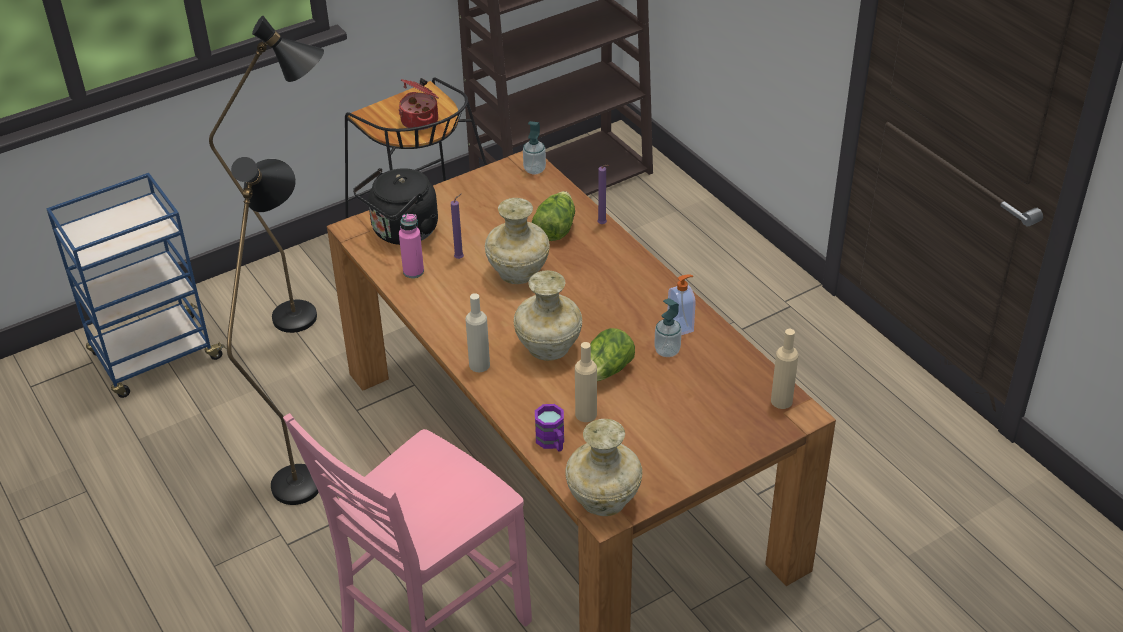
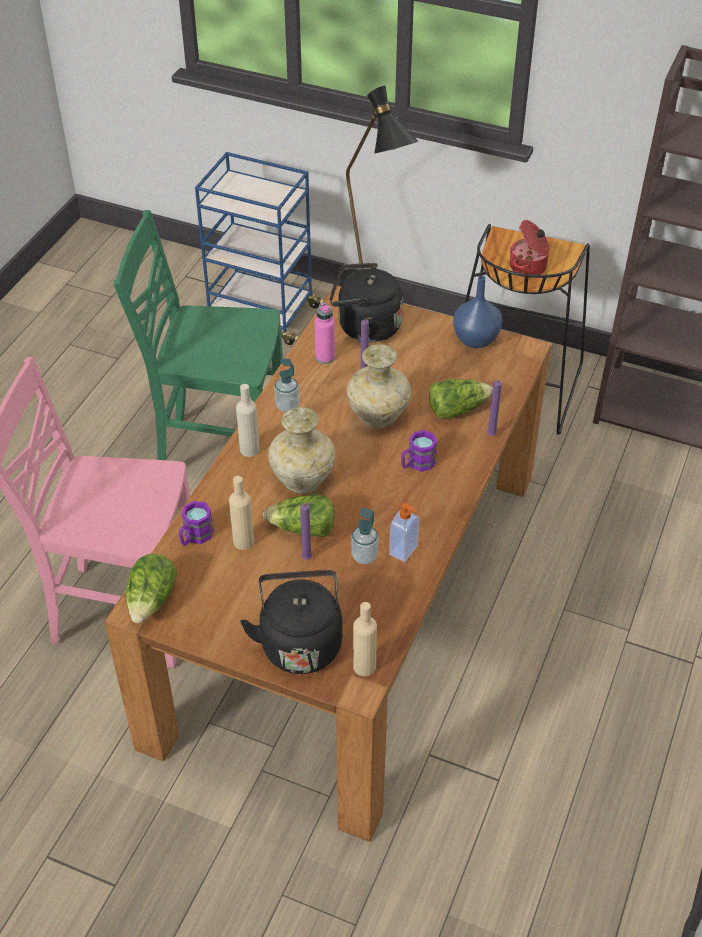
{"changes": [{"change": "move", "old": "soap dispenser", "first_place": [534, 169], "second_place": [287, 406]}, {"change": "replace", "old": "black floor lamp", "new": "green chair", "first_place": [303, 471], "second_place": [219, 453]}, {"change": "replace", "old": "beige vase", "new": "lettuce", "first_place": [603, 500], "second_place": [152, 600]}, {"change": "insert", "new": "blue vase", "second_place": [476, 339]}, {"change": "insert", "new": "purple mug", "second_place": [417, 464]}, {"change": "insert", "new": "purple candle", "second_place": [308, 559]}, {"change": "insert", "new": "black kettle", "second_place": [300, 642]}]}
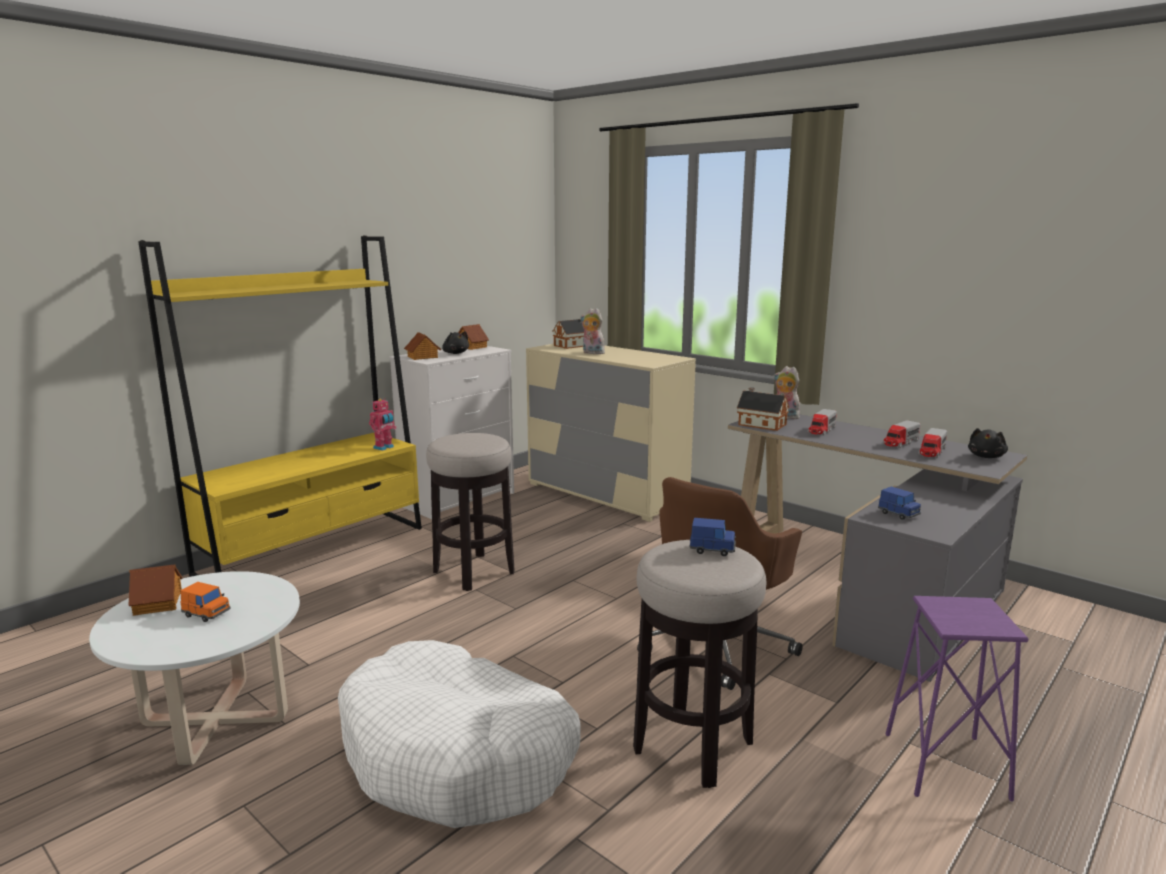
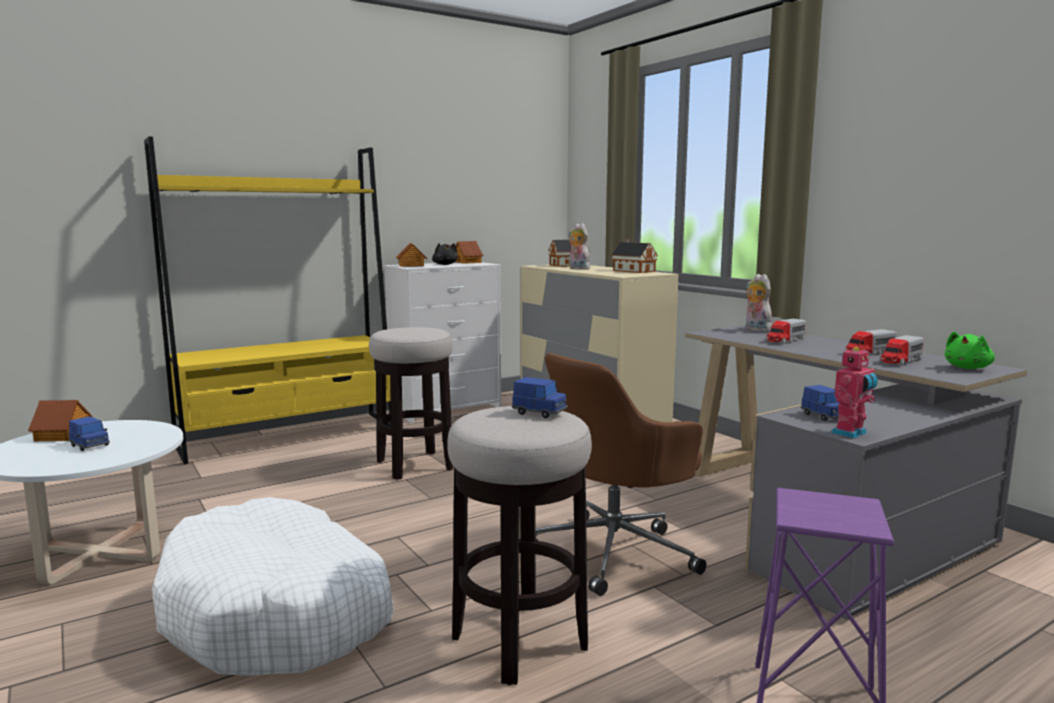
{"changes": [{"change": "move", "old": "toy house", "first_place": [760, 424], "second_place": [633, 271]}, {"change": "move", "old": "toy robot", "first_place": [384, 448], "second_place": [851, 433]}, {"change": "recolor", "old": "black plush toy", "new": "green plush toy", "first_place": [986, 456], "second_place": [968, 368]}, {"change": "recolor", "old": "orange toy car", "new": "blue toy car", "first_place": [206, 613], "second_place": [89, 445]}]}
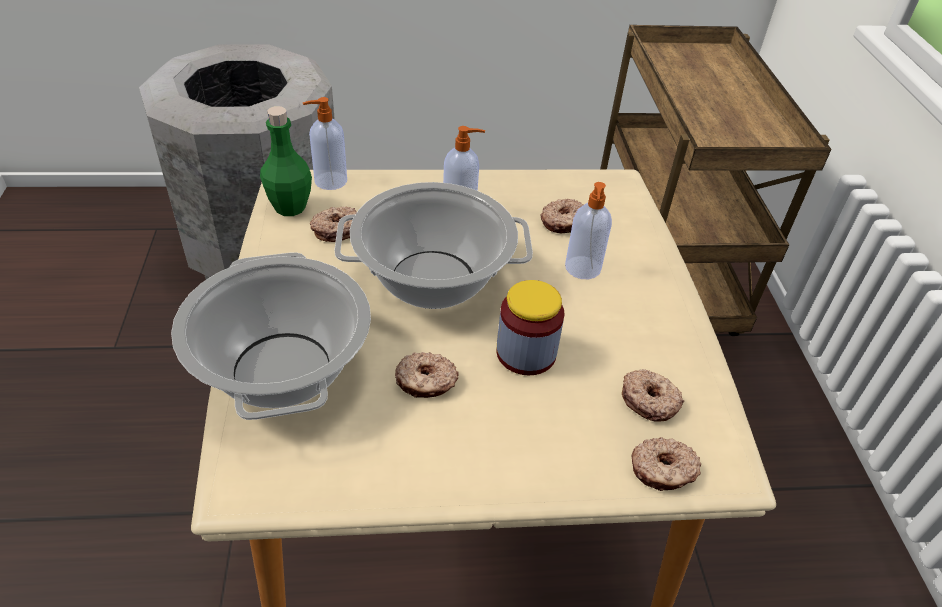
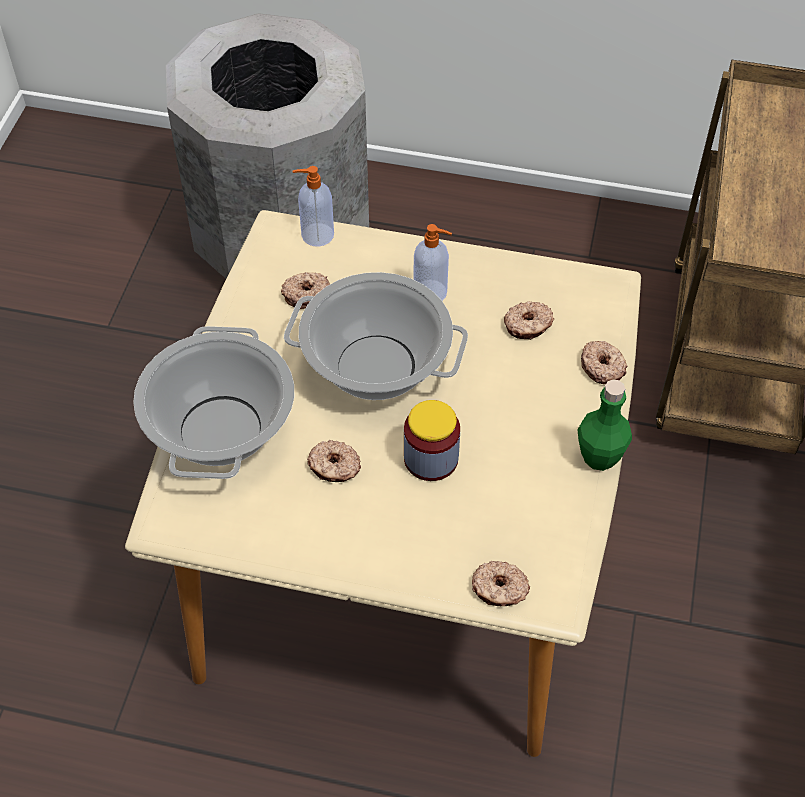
{"changes": [{"change": "move", "old": "green bottle", "first_place": [290, 207], "second_place": [599, 457]}, {"change": "delete", "old": "soap dispenser", "first_place": [582, 269]}, {"change": "move", "old": "donut", "first_place": [649, 400], "second_place": [602, 367]}]}
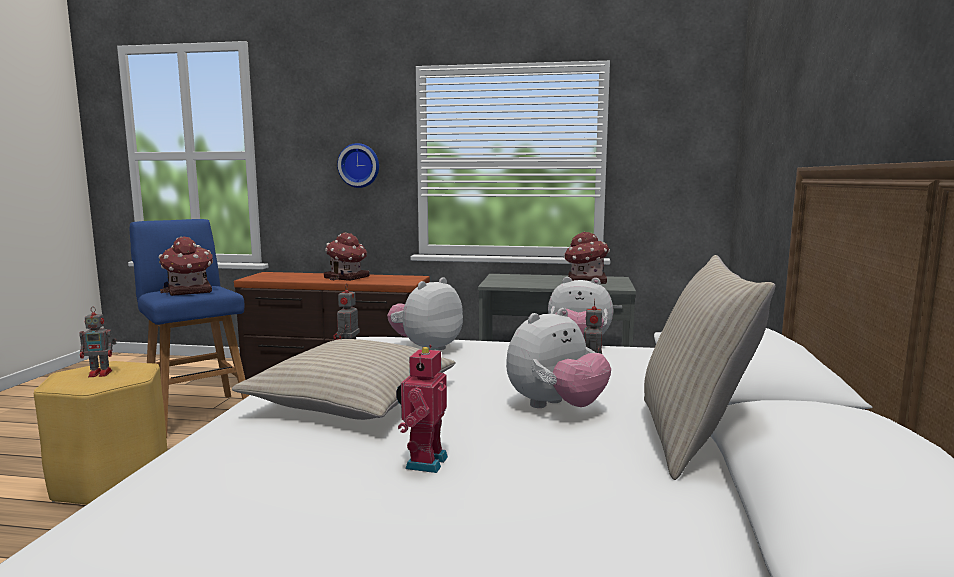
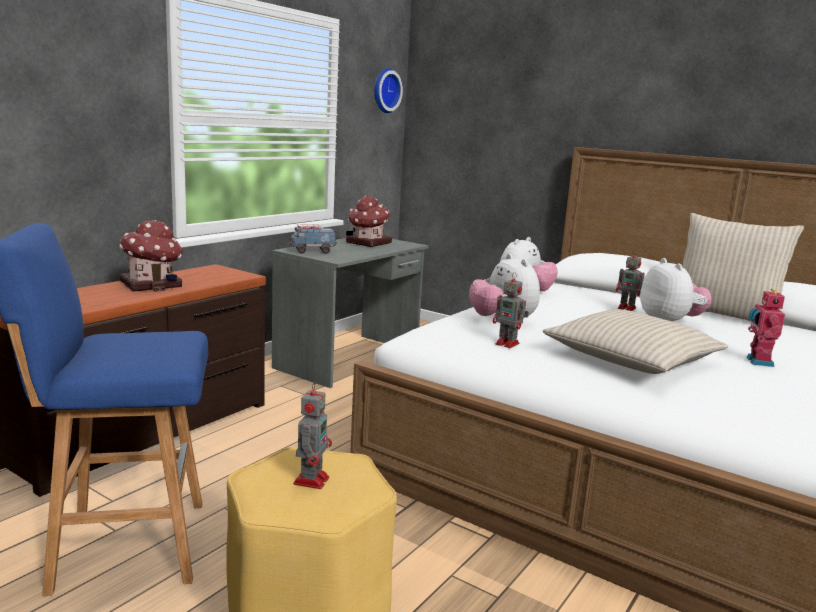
{"changes": [{"change": "move", "old": "wall clock", "first_place": [359, 165], "second_place": [384, 90]}, {"change": "delete", "old": "toy house", "first_place": [189, 291]}, {"change": "rotate", "old": "toy robot", "first_place": [423, 462], "second_place": [757, 361], "degrees": 60}, {"change": "insert", "new": "toy truck", "second_place": [312, 251]}]}
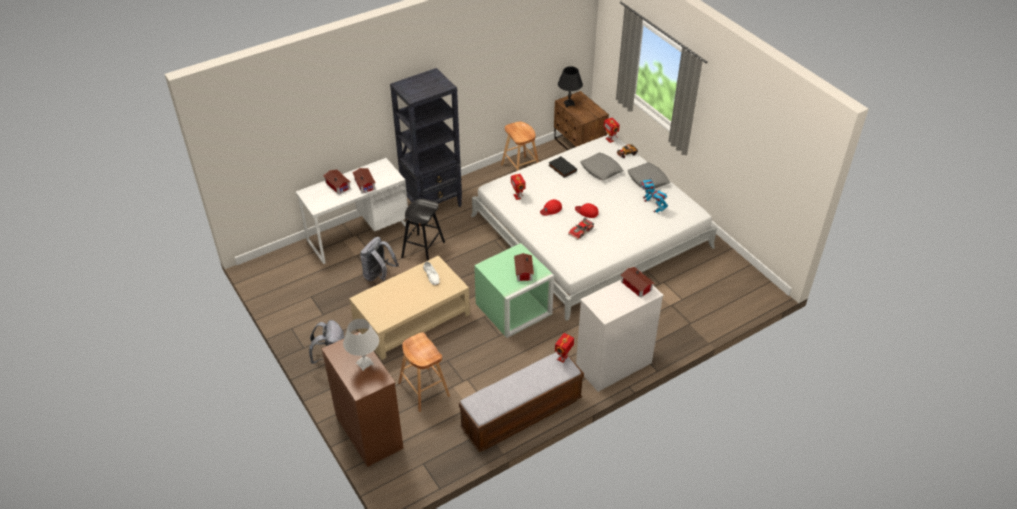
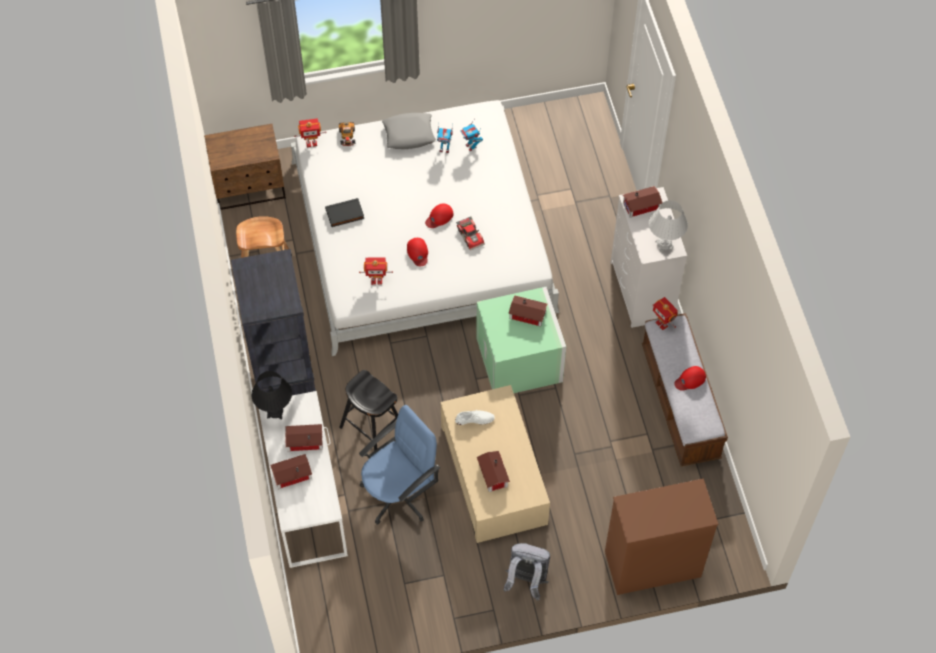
{"changes": [{"change": "move", "old": "black table lamp", "first_place": [569, 104], "second_place": [275, 412]}, {"change": "delete", "old": "grey pillow", "first_place": [601, 169]}, {"change": "replace", "old": "grey backpack", "new": "blue office chair", "first_place": [378, 275], "second_place": [399, 493]}, {"change": "move", "old": "white table lamp", "first_place": [364, 363], "second_place": [664, 245]}, {"change": "delete", "old": "brown stool", "first_place": [424, 389]}, {"change": "insert", "new": "red cap", "second_place": [690, 380]}, {"change": "insert", "new": "toy house", "second_place": [492, 475]}]}
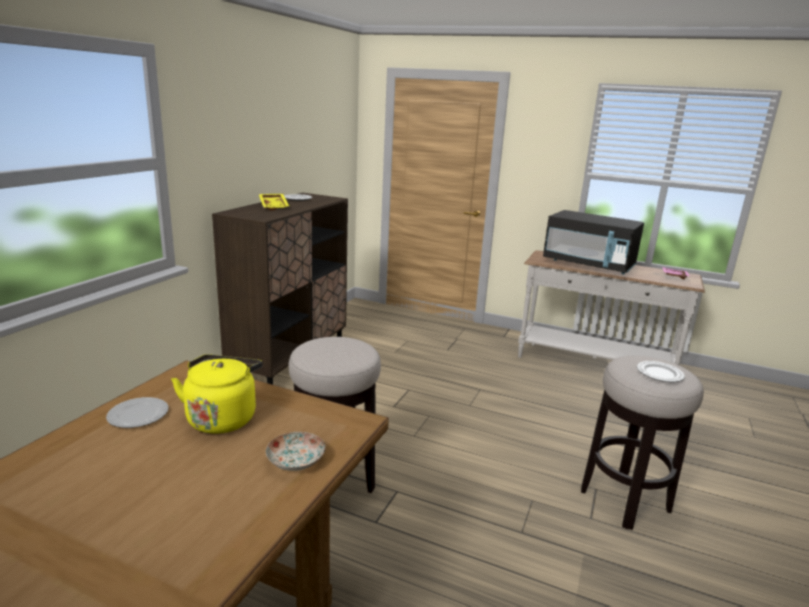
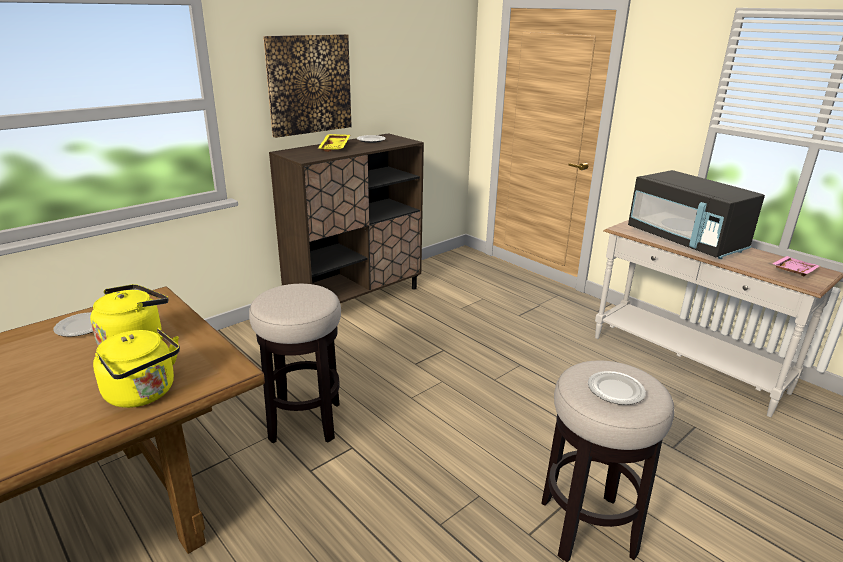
{"changes": [{"change": "replace", "old": "plate", "new": "yellow kettle", "first_place": [296, 461], "second_place": [144, 394]}, {"change": "insert", "new": "picture", "second_place": [309, 84]}]}
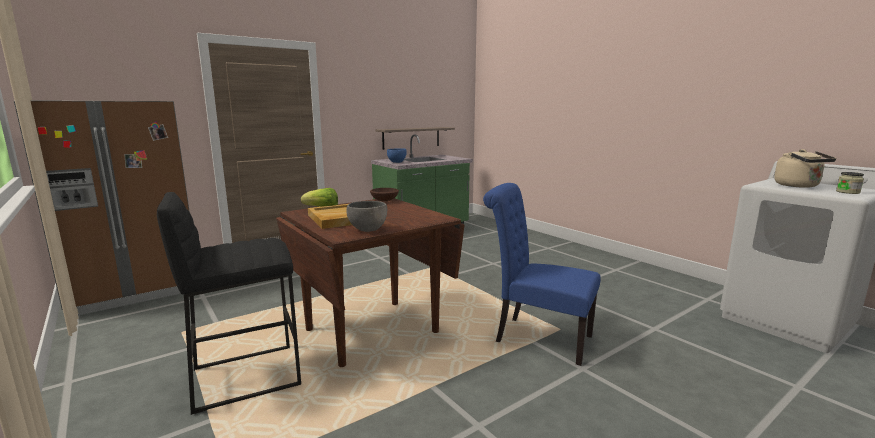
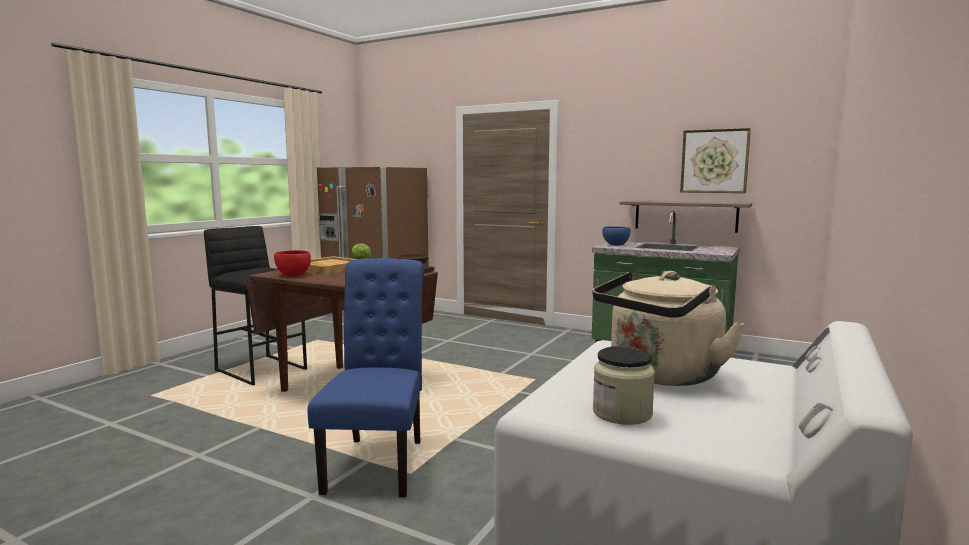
{"changes": [{"change": "recolor", "old": "grey bowl", "new": "red bowl", "first_place": [368, 229], "second_place": [293, 275]}, {"change": "insert", "new": "picture", "second_place": [714, 161]}]}
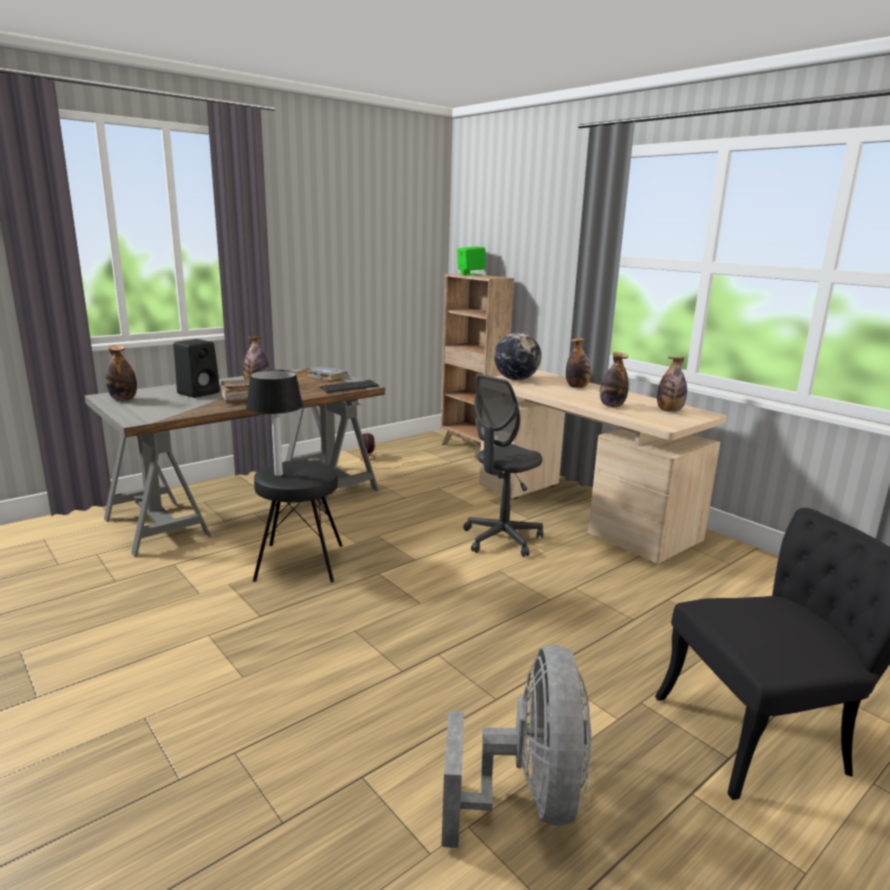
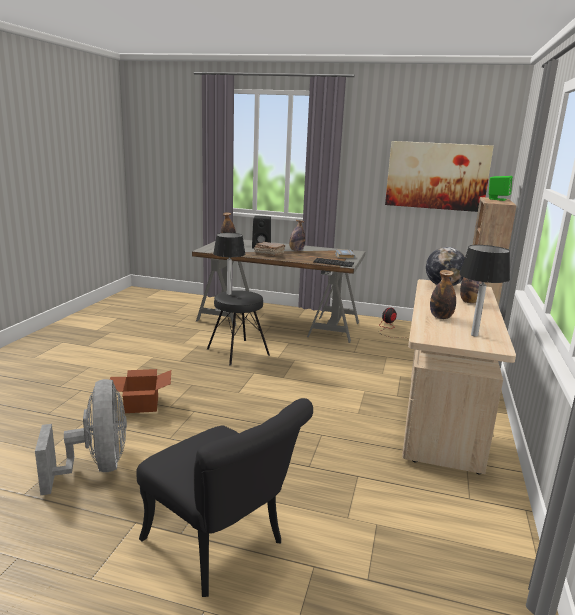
{"changes": [{"change": "replace", "old": "bottle", "new": "table lamp", "first_place": [669, 411], "second_place": [474, 335]}, {"change": "delete", "old": "grey office chair", "first_place": [502, 539]}, {"change": "rotate", "old": "grey fan", "first_place": [527, 798], "second_place": [96, 467], "degrees": -75}, {"change": "insert", "new": "picture", "second_place": [437, 176]}, {"change": "insert", "new": "cardboard box", "second_place": [140, 404]}]}
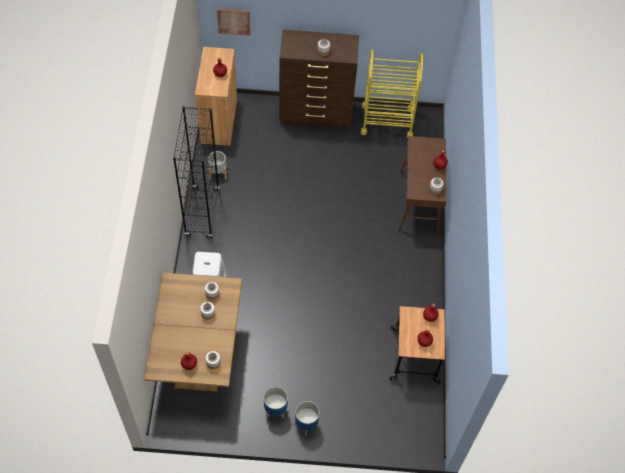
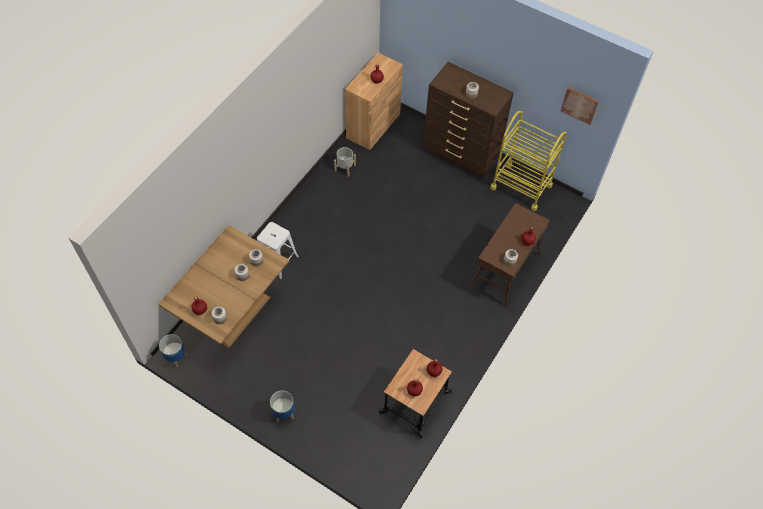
{"changes": [{"change": "move", "old": "picture", "first_place": [234, 21], "second_place": [580, 105]}, {"change": "delete", "old": "black bookcase", "first_place": [202, 212]}, {"change": "move", "old": "planter", "first_place": [275, 410], "second_place": [176, 357]}]}
